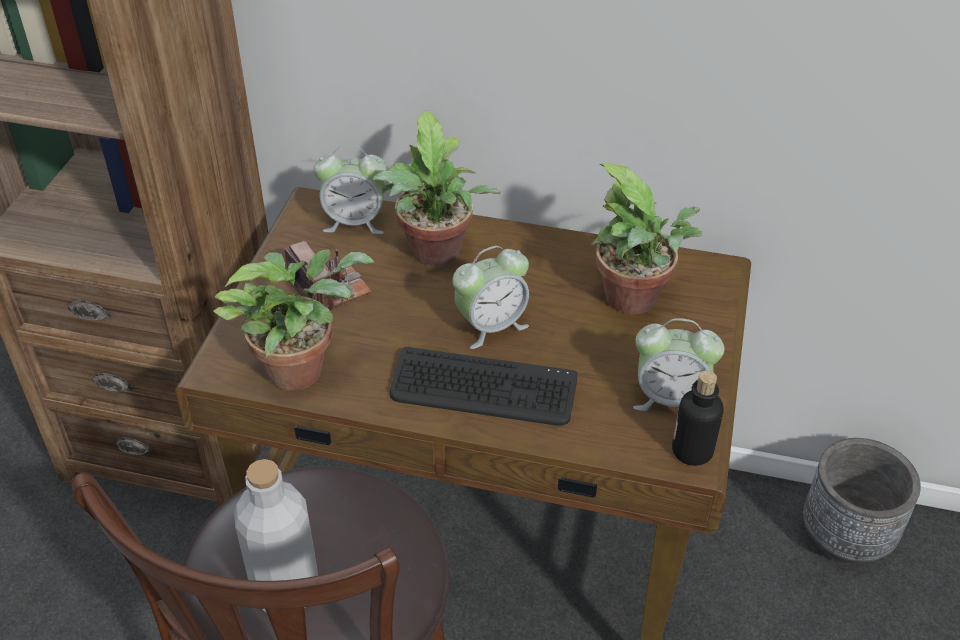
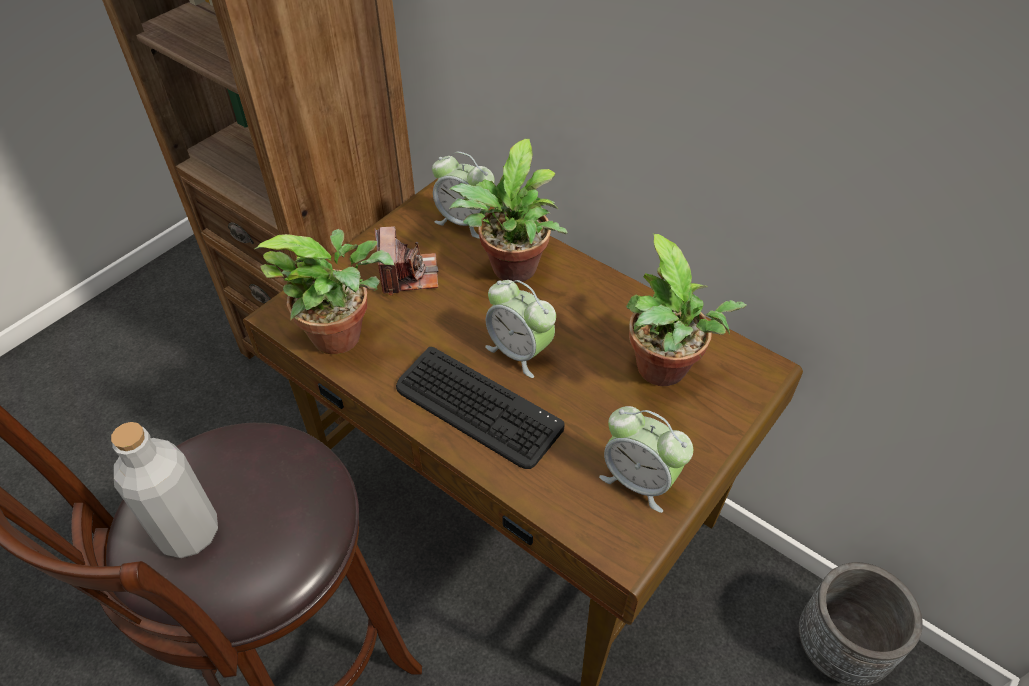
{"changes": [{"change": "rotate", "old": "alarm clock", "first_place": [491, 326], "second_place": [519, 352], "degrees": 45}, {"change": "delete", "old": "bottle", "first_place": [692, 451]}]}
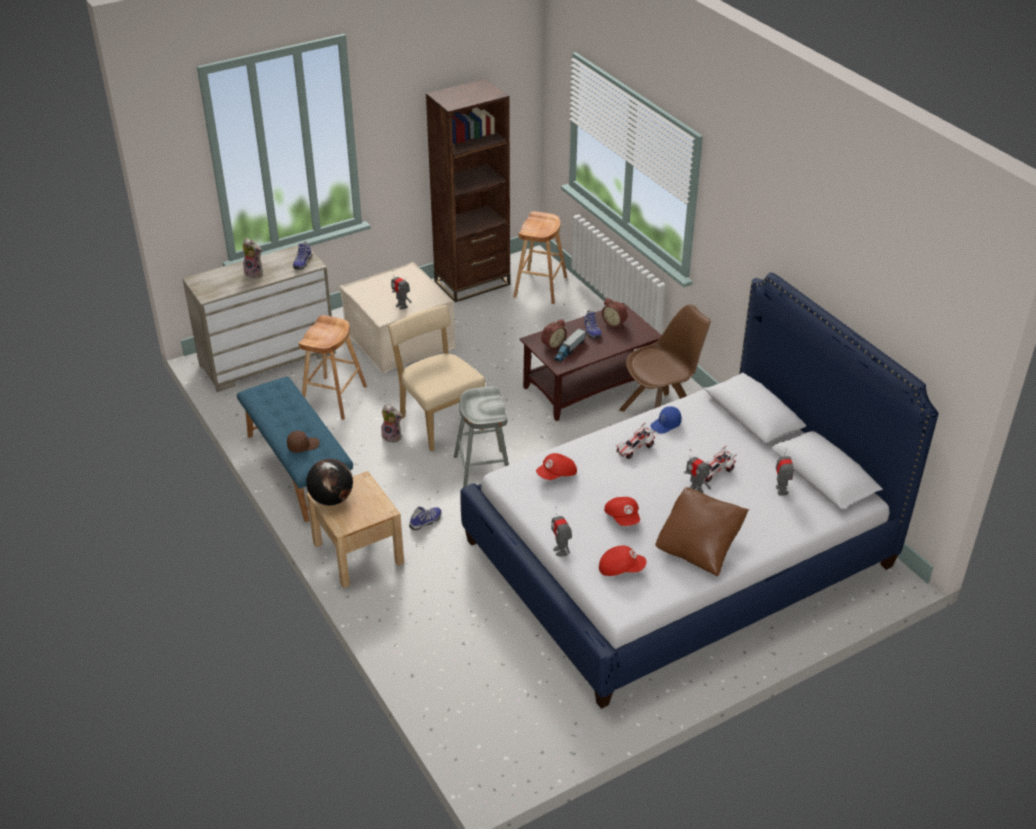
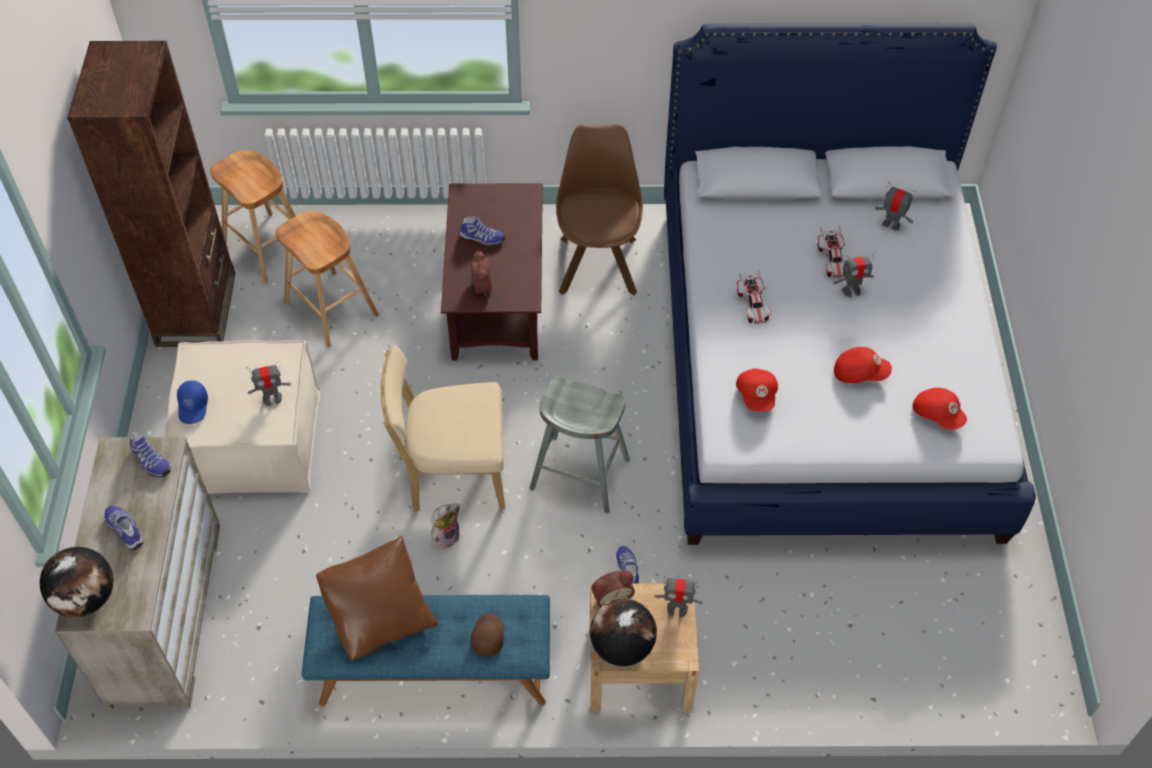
{"changes": [{"change": "replace", "old": "plush toy", "new": "shoe", "first_place": [255, 273], "second_place": [126, 530]}, {"change": "move", "old": "alarm clock", "first_place": [615, 323], "second_place": [611, 597]}, {"change": "move", "old": "brown stool", "first_place": [334, 398], "second_place": [331, 309]}, {"change": "delete", "old": "toy truck", "first_place": [569, 350]}, {"change": "move", "old": "blue cap", "first_place": [665, 425], "second_place": [193, 406]}, {"change": "move", "old": "brown pillow", "first_place": [699, 548], "second_place": [379, 614]}, {"change": "move", "old": "toy robot", "first_place": [560, 551], "second_place": [677, 609]}, {"change": "rotate", "old": "red cap", "first_place": [621, 568], "second_place": [937, 414], "degrees": 105}, {"change": "insert", "new": "globe", "second_place": [87, 598]}]}
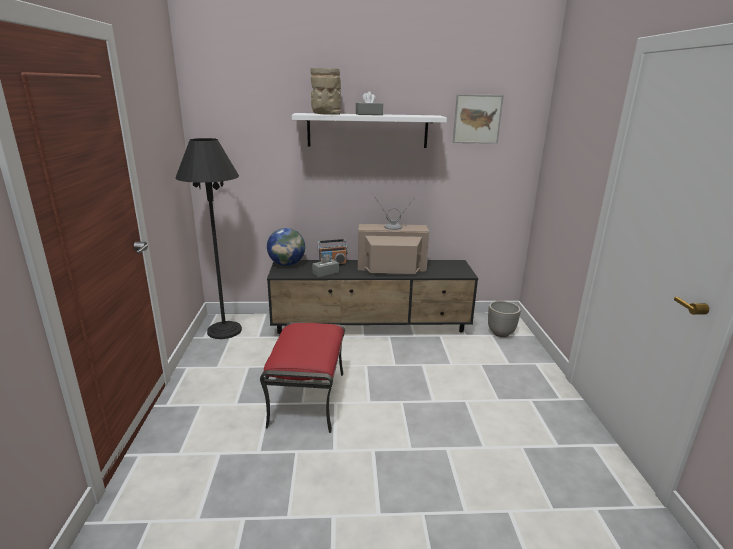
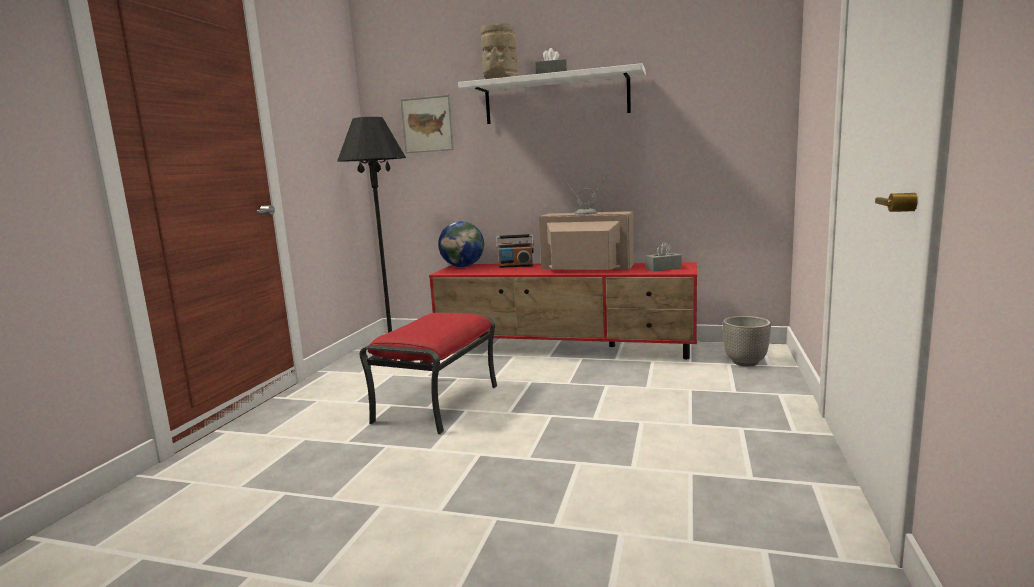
{"changes": [{"change": "move", "old": "picture", "first_place": [477, 119], "second_place": [427, 124]}, {"change": "move", "old": "grey tissue box", "first_place": [325, 272], "second_place": [663, 268]}, {"change": "recolor", "old": "black tv stand", "new": "red tv stand", "first_place": [372, 327], "second_place": [565, 349]}]}
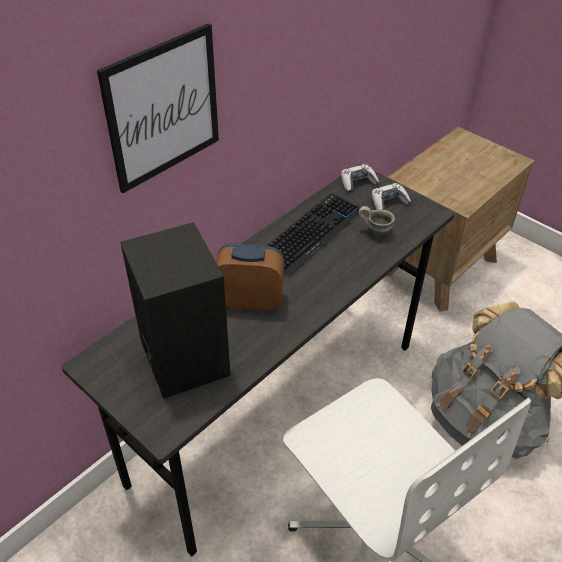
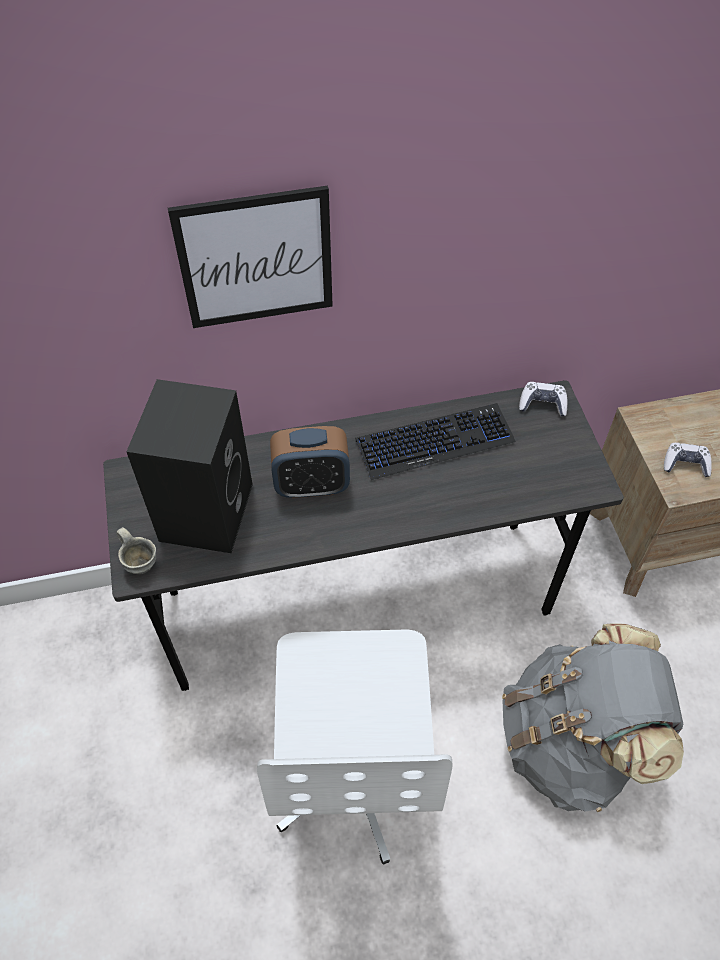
{"changes": [{"change": "move", "old": "game controller", "first_place": [388, 202], "second_place": [685, 464]}, {"change": "move", "old": "grey mug", "first_place": [376, 231], "second_place": [141, 562]}, {"change": "rotate", "old": "alarm clock", "first_place": [250, 300], "second_place": [312, 485], "degrees": 135}]}
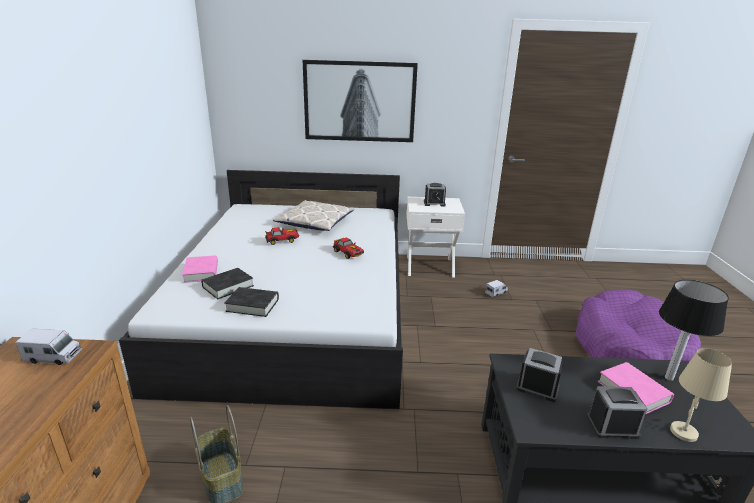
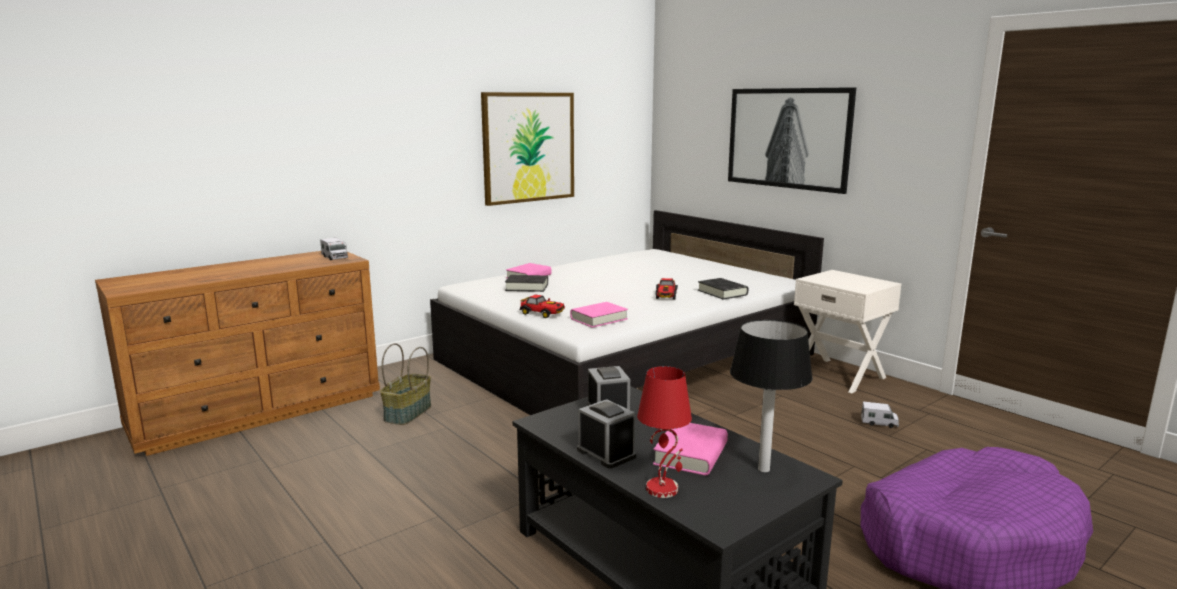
{"changes": [{"change": "delete", "old": "alarm clock", "first_place": [434, 203]}, {"change": "delete", "old": "pillow", "first_place": [315, 222]}, {"change": "move", "old": "toy car", "first_place": [282, 240], "second_place": [542, 314]}, {"change": "move", "old": "black book", "first_place": [252, 305], "second_place": [722, 292]}, {"change": "recolor", "old": "beige table lamp", "new": "red table lamp", "first_place": [683, 431], "second_place": [663, 489]}, {"change": "insert", "new": "picture", "second_place": [528, 147]}, {"change": "insert", "new": "pink book", "second_place": [599, 319]}]}
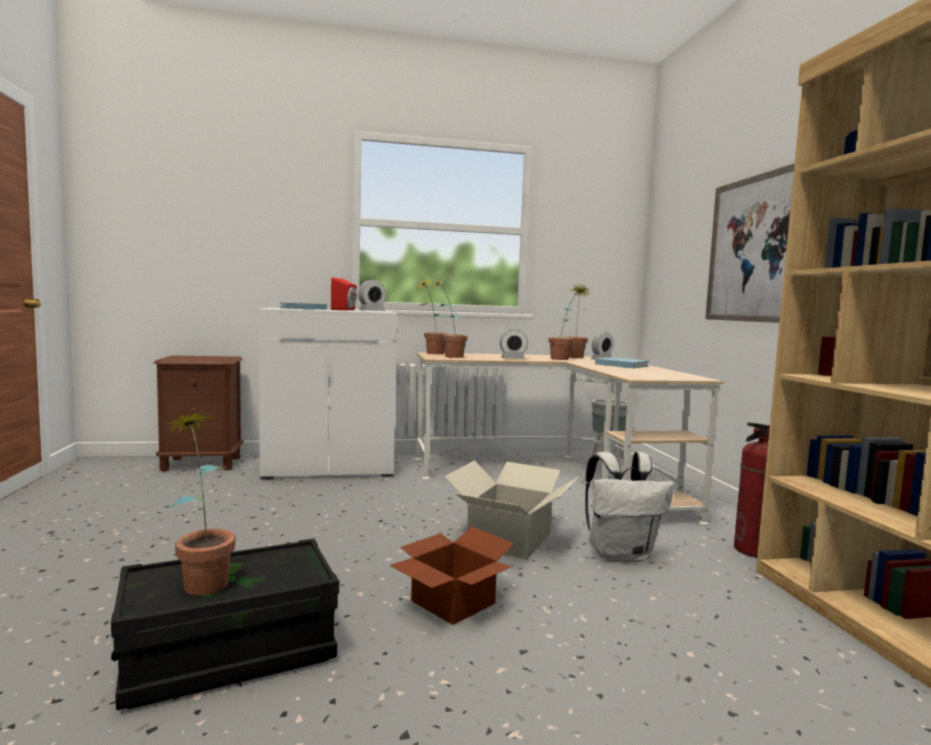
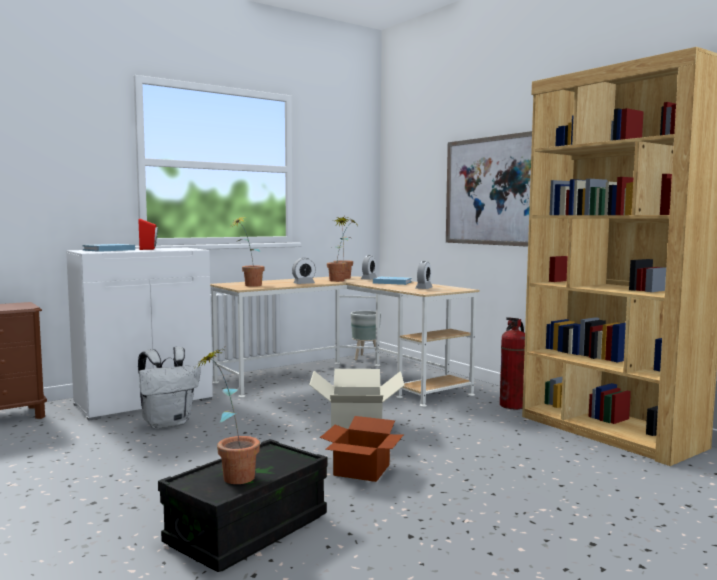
{"changes": [{"change": "delete", "old": "potted plant", "first_place": [431, 353]}, {"change": "move", "old": "alarm clock", "first_place": [372, 311], "second_place": [424, 288]}, {"change": "move", "old": "white backpack", "first_place": [621, 554], "second_place": [168, 423]}]}
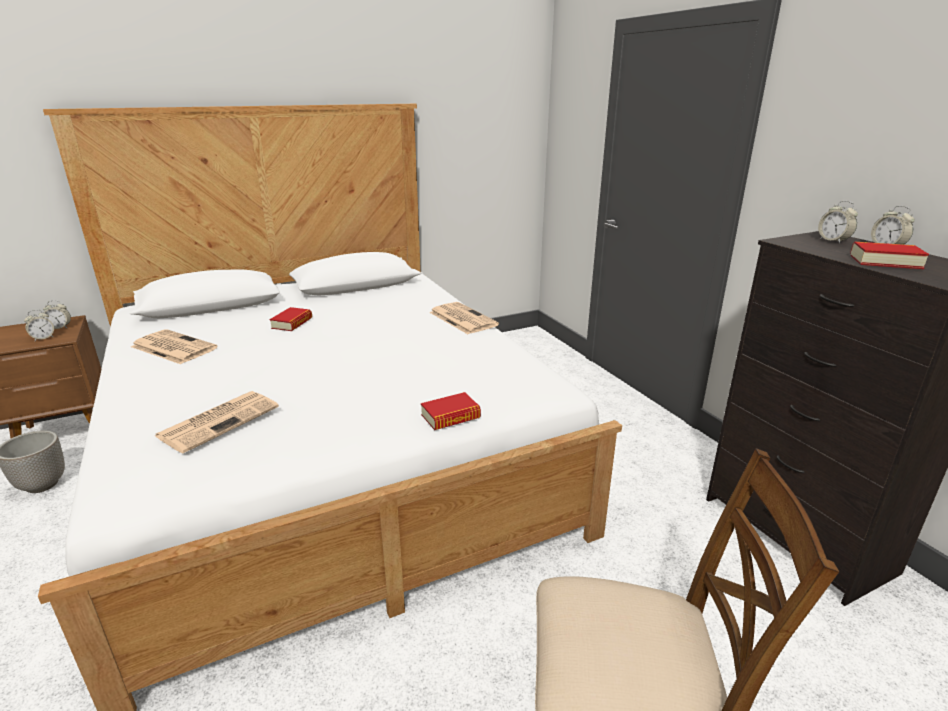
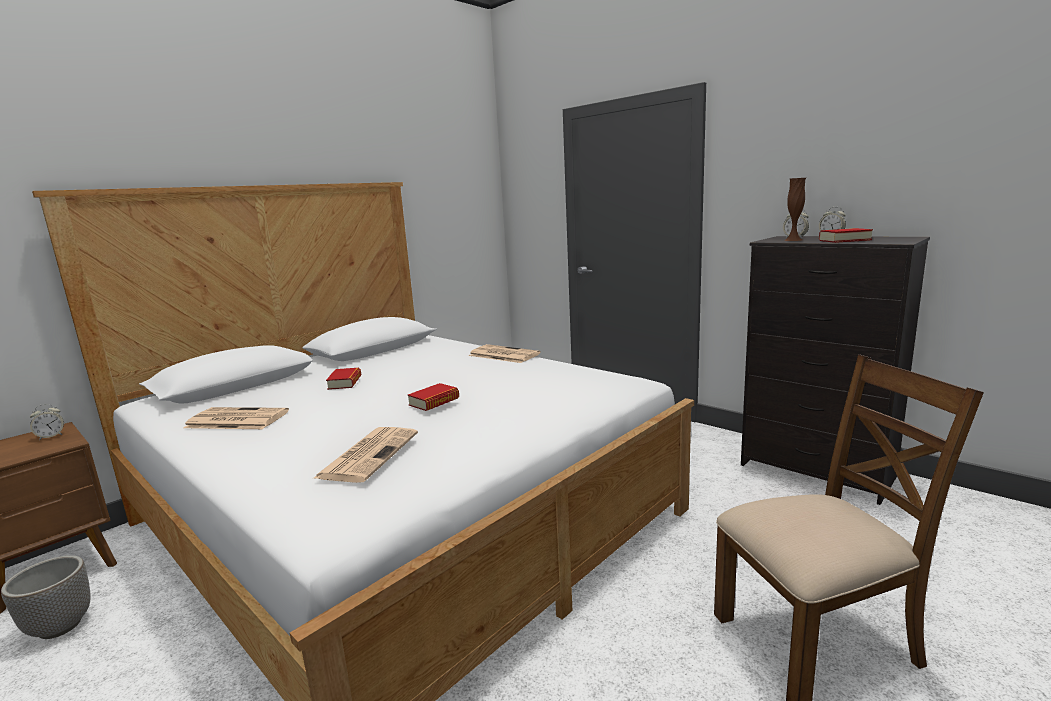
{"changes": [{"change": "delete", "old": "alarm clock", "first_place": [43, 338]}, {"change": "move", "old": "book", "first_place": [450, 416], "second_place": [434, 402]}, {"change": "insert", "new": "brown vase", "second_place": [793, 240]}]}
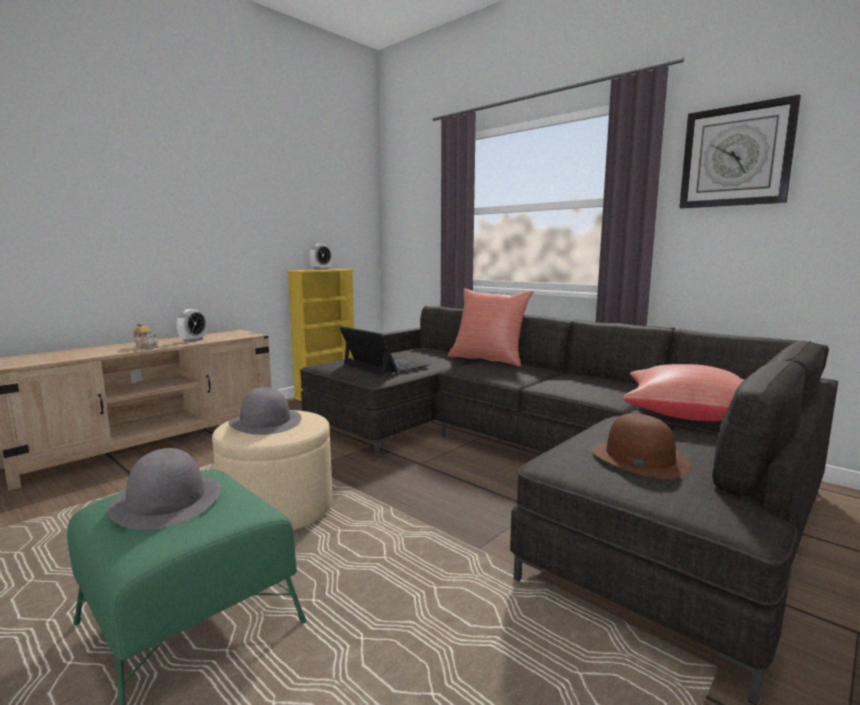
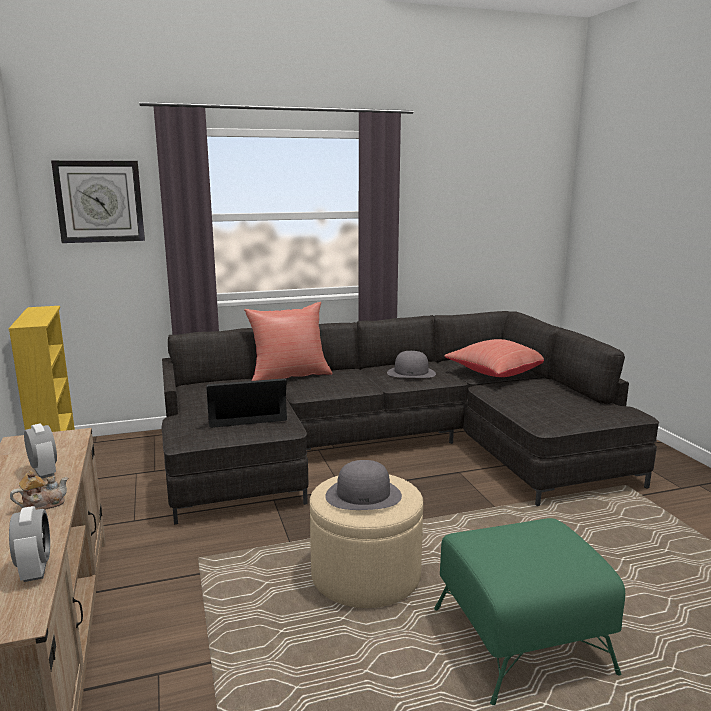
{"changes": [{"change": "move", "old": "wall clock", "first_place": [736, 156], "second_place": [100, 201]}, {"change": "move", "old": "alarm clock", "first_place": [321, 269], "second_place": [35, 570]}, {"change": "delete", "old": "brown hat", "first_place": [638, 458]}, {"change": "move", "old": "grey hat", "first_place": [167, 501], "second_place": [411, 373]}]}
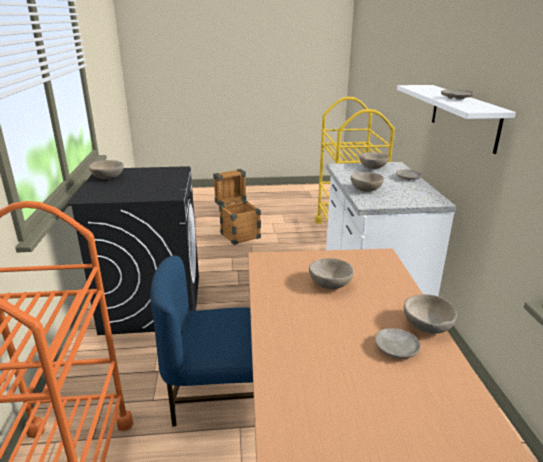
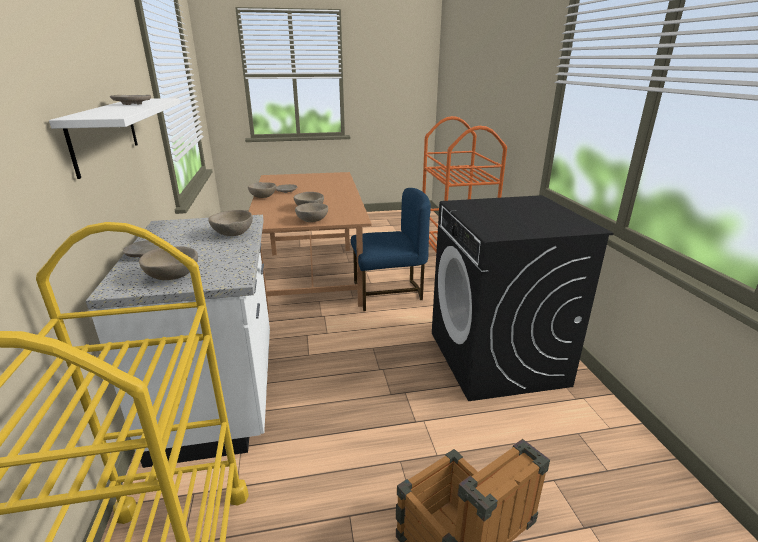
{"changes": [{"change": "move", "old": "beige bowl", "first_place": [108, 178], "second_place": [312, 220]}]}
